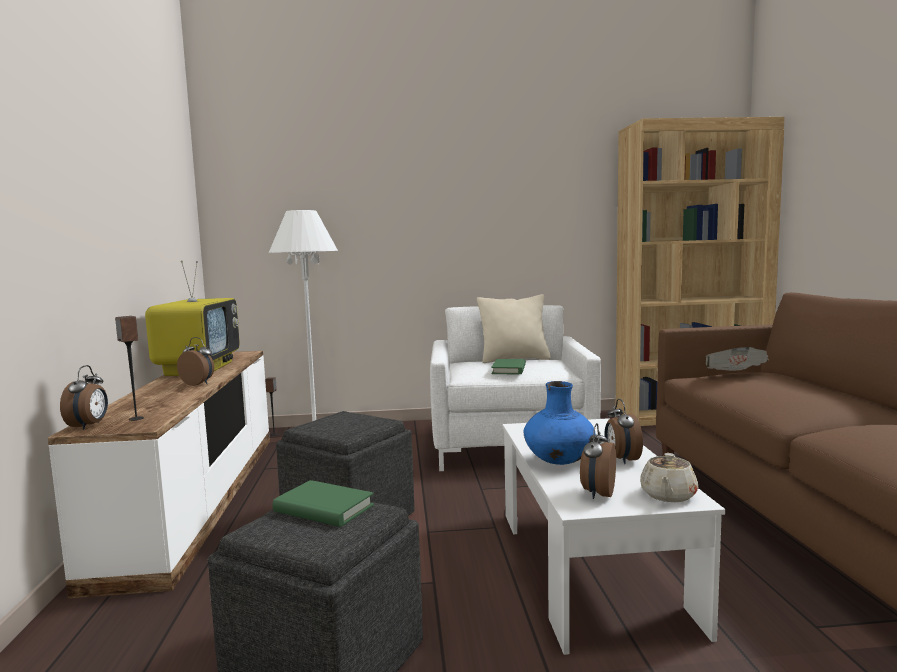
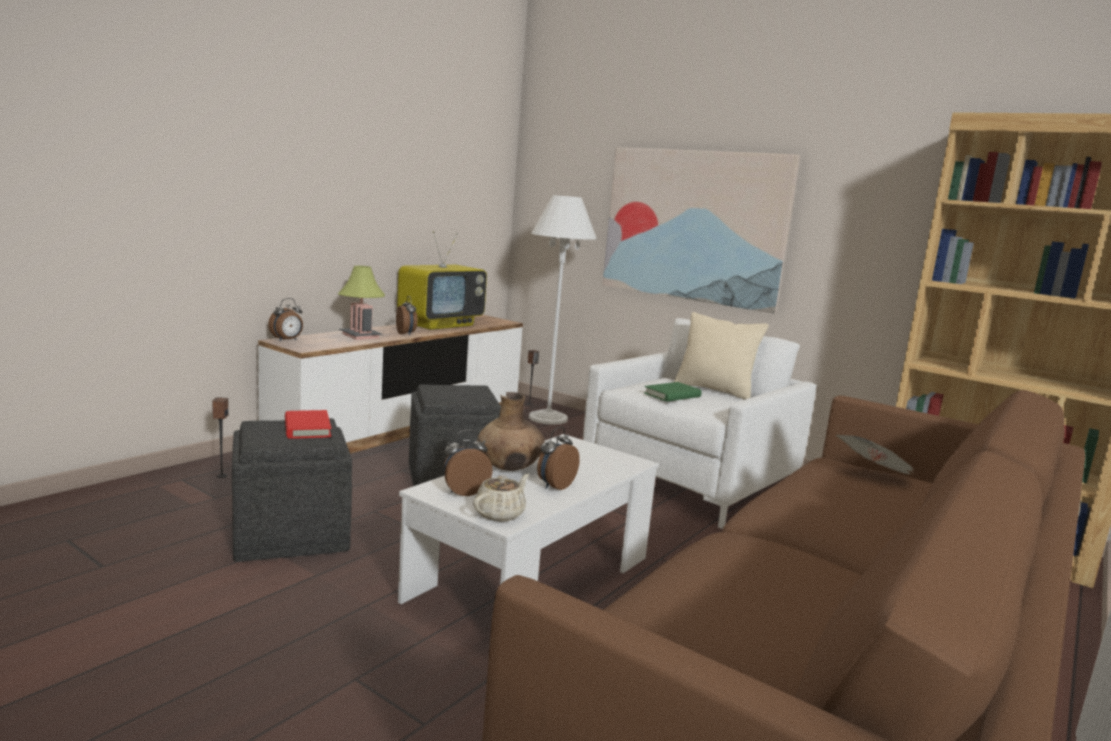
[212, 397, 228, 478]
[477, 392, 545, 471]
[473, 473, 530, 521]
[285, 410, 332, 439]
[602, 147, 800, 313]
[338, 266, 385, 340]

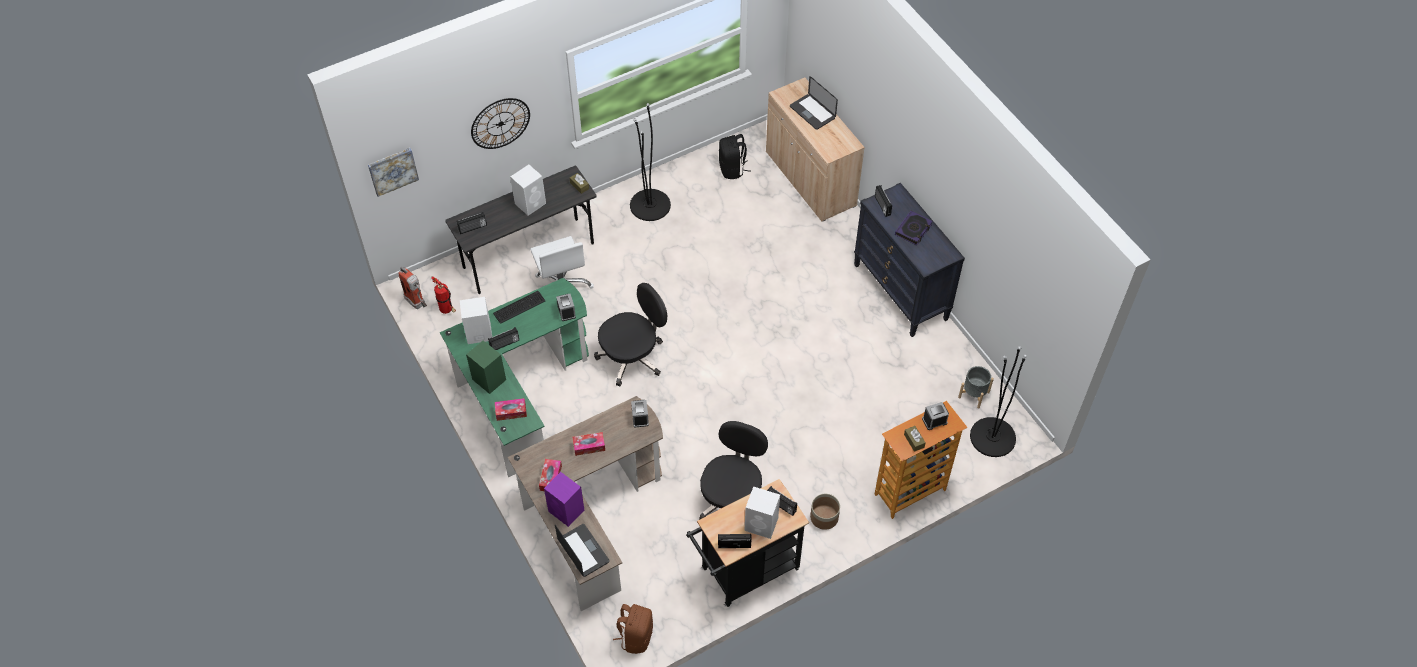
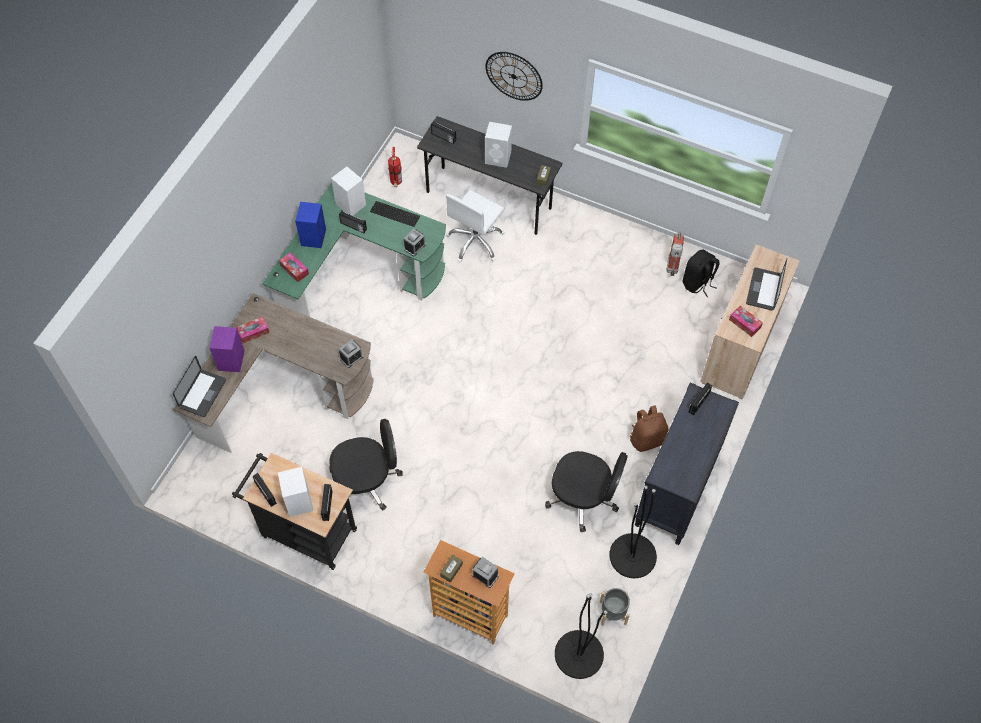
[609, 486, 657, 578]
[368, 148, 419, 197] (first image)
[895, 211, 933, 245] (first image)
[667, 232, 684, 276]
[545, 451, 628, 532]
[295, 202, 326, 248]
[729, 306, 763, 337]
[810, 494, 840, 530] (first image)
[630, 405, 669, 452]

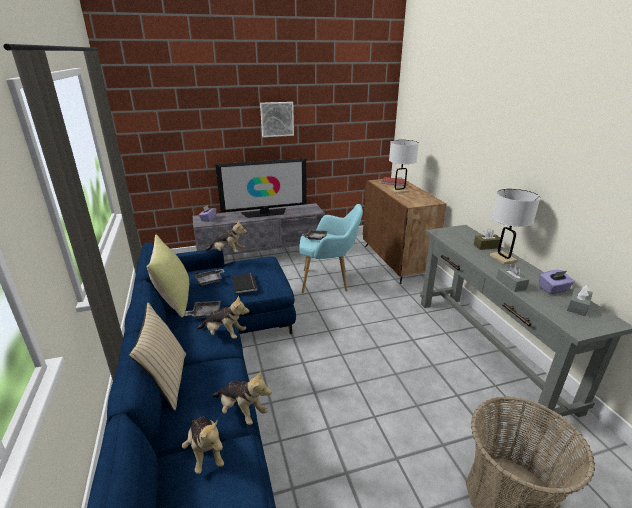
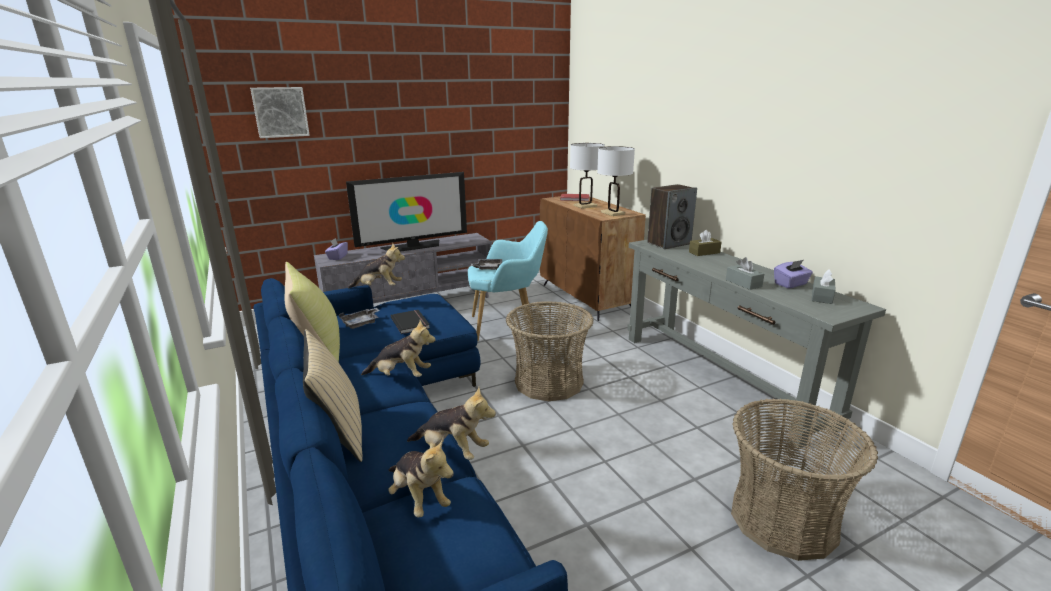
[250, 87, 310, 138]
[597, 146, 635, 216]
[185, 301, 221, 319] (first image)
[647, 184, 697, 249]
[506, 301, 593, 401]

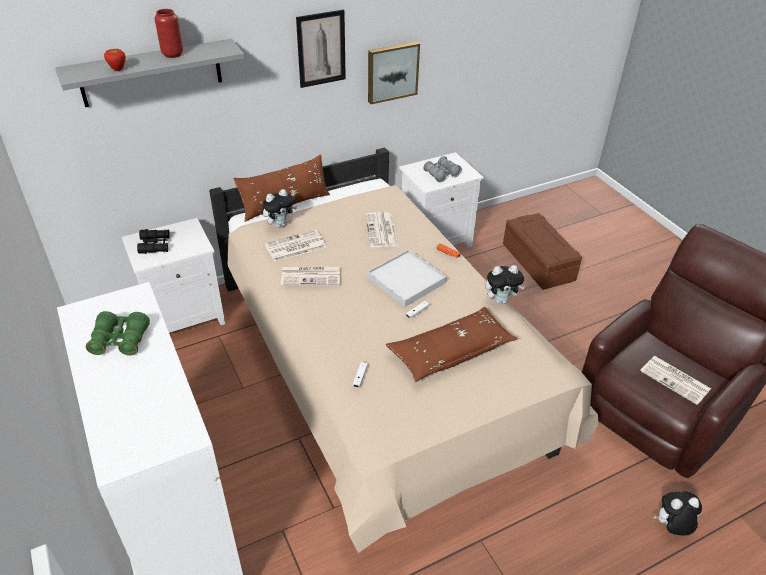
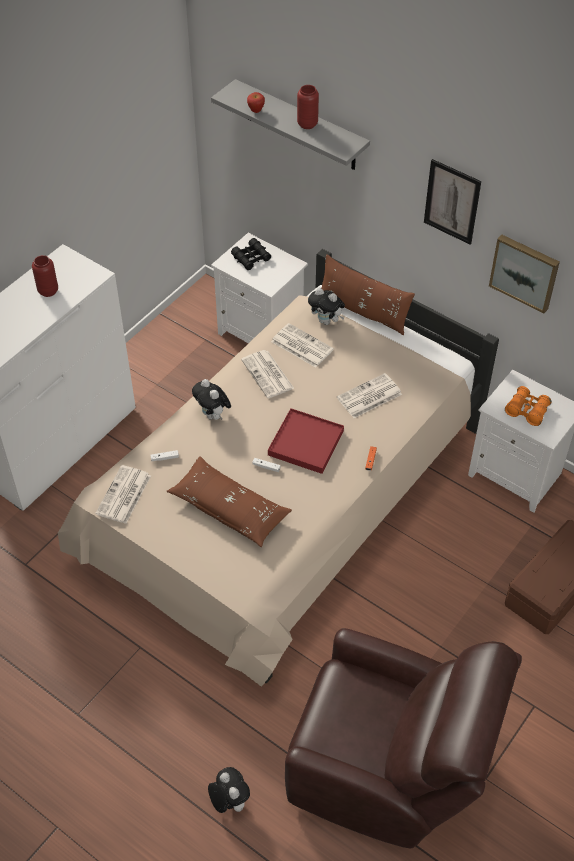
[505, 386, 552, 426]
[268, 408, 344, 474]
[192, 379, 231, 420]
[32, 255, 58, 297]
[95, 465, 151, 524]

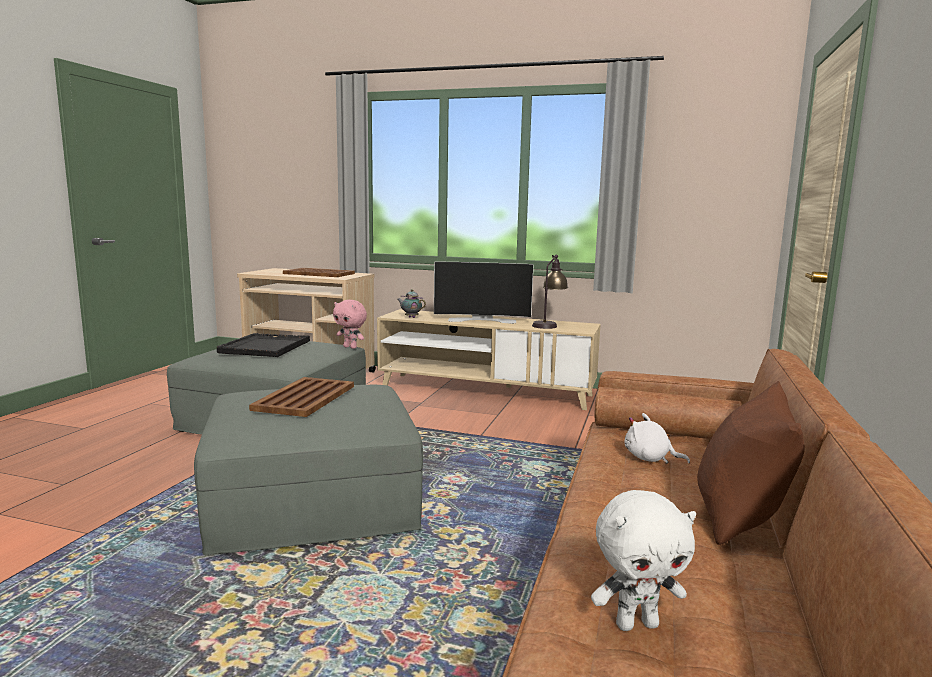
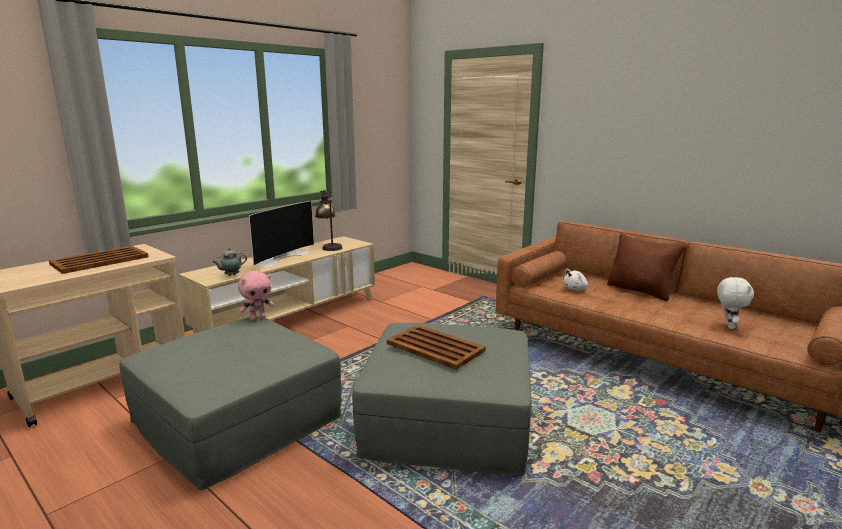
[217, 333, 310, 357] (first image)

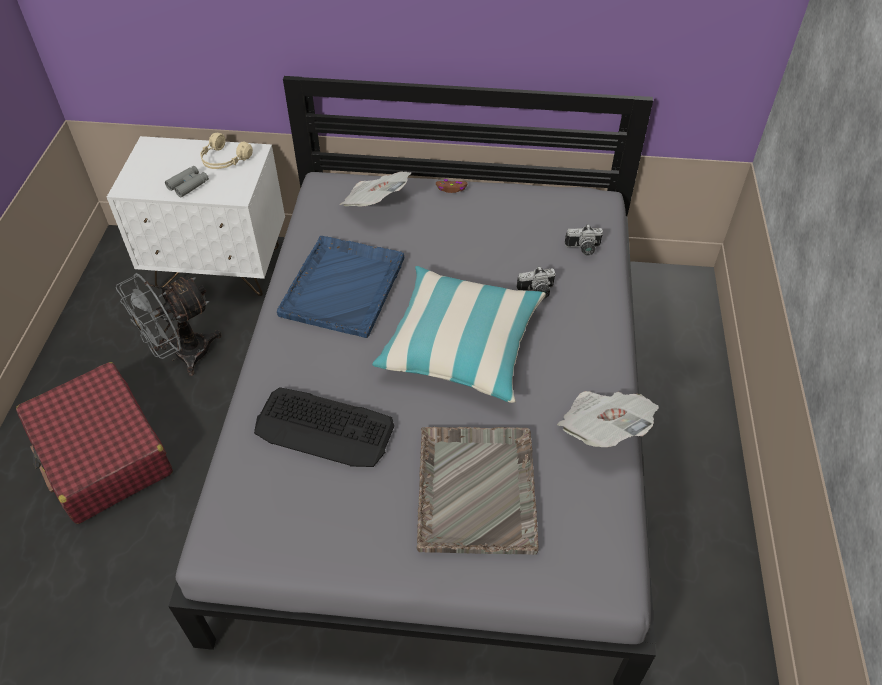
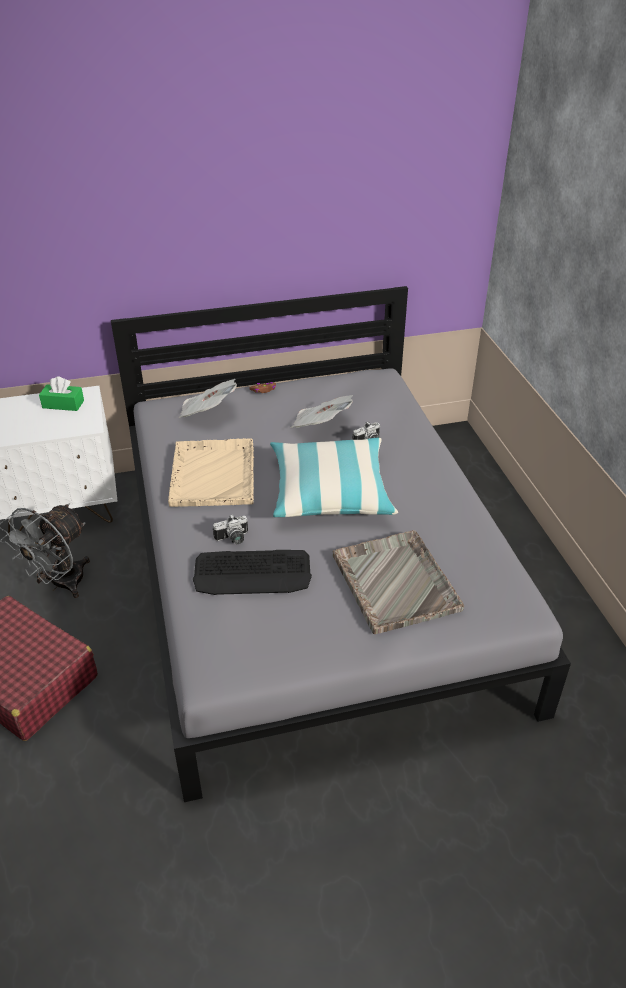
[39, 376, 84, 411]
[165, 166, 209, 197] (first image)
[213, 514, 248, 544]
[168, 438, 254, 507]
[291, 395, 353, 428]

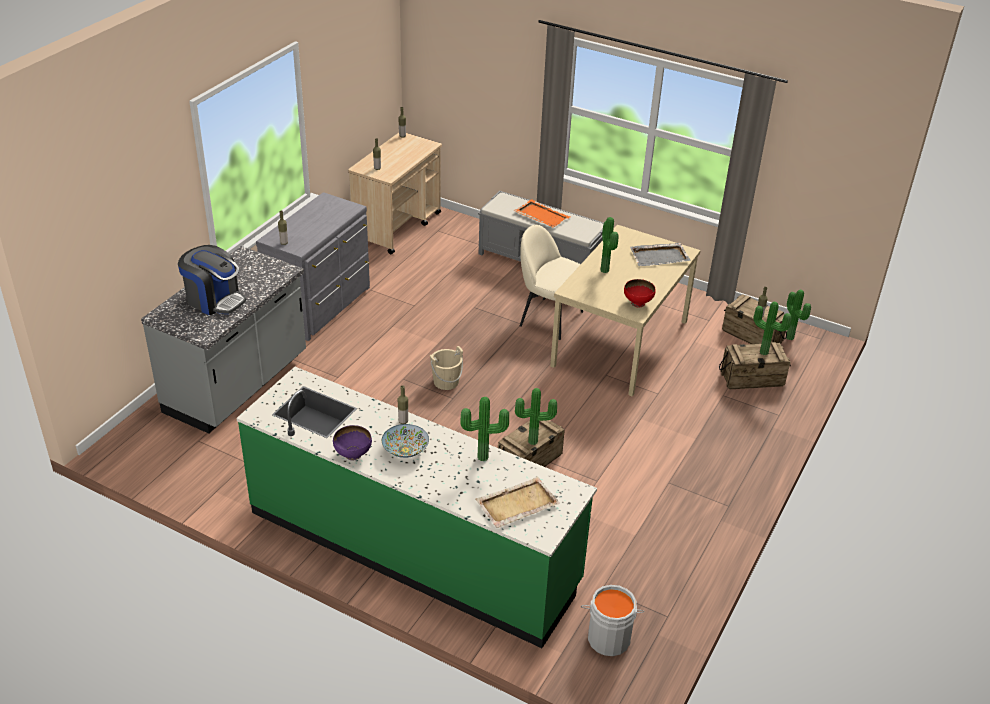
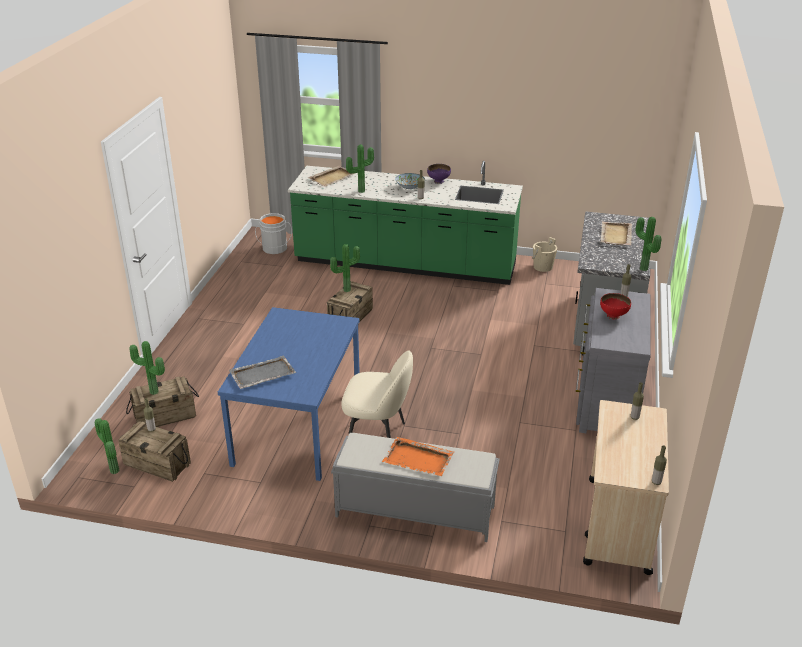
[635, 217, 662, 271]
[218, 307, 360, 481]
[601, 221, 632, 245]
[600, 293, 631, 320]
[532, 237, 557, 272]

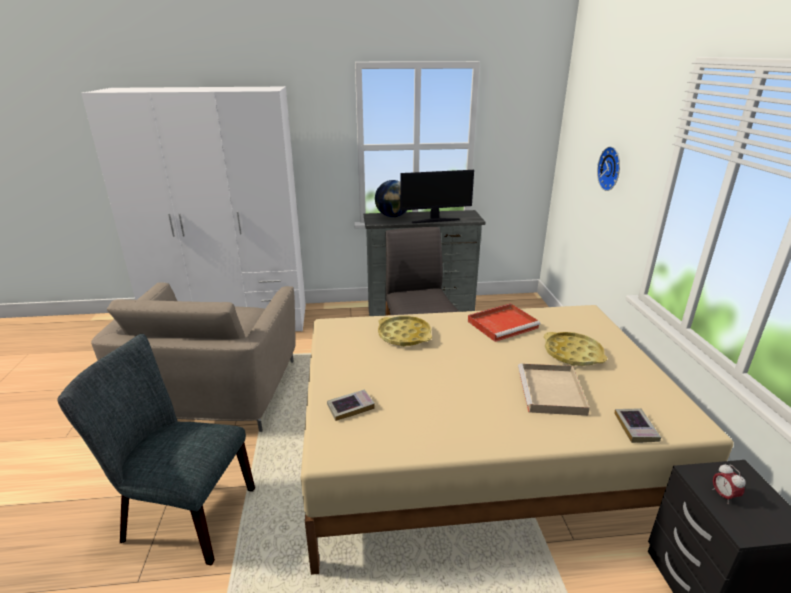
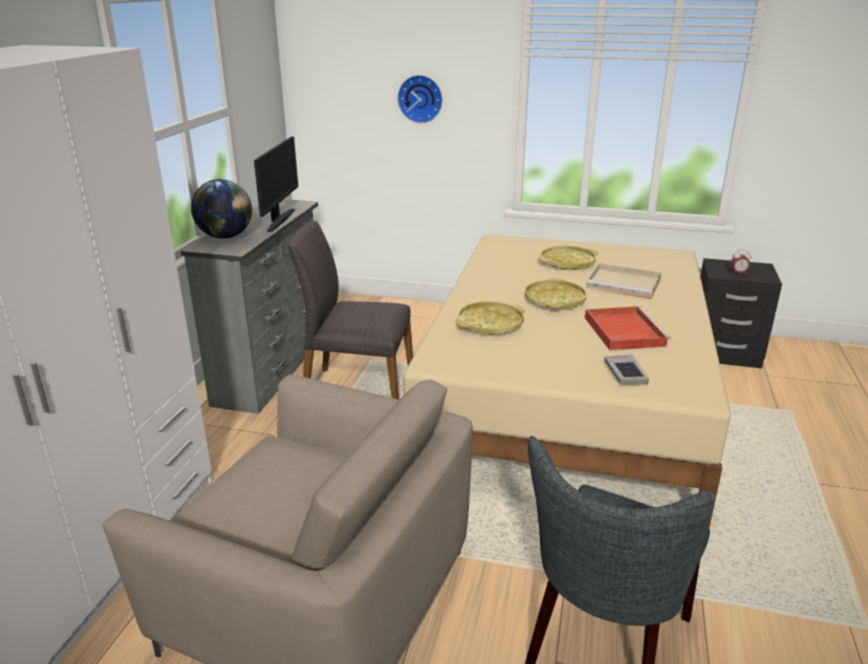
[585, 306, 670, 350]
[614, 408, 661, 443] (first image)
[525, 278, 587, 309]

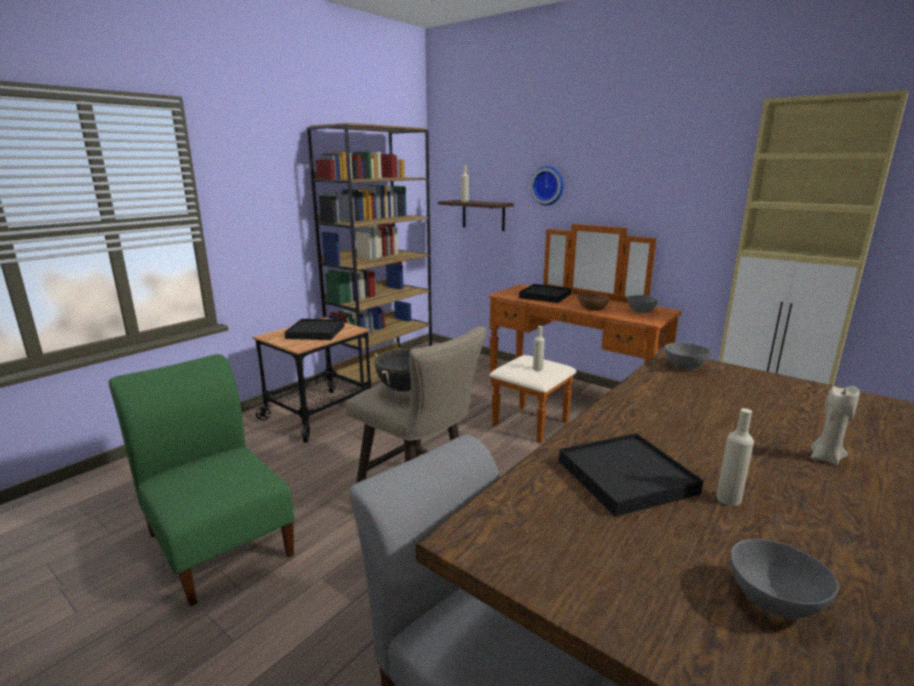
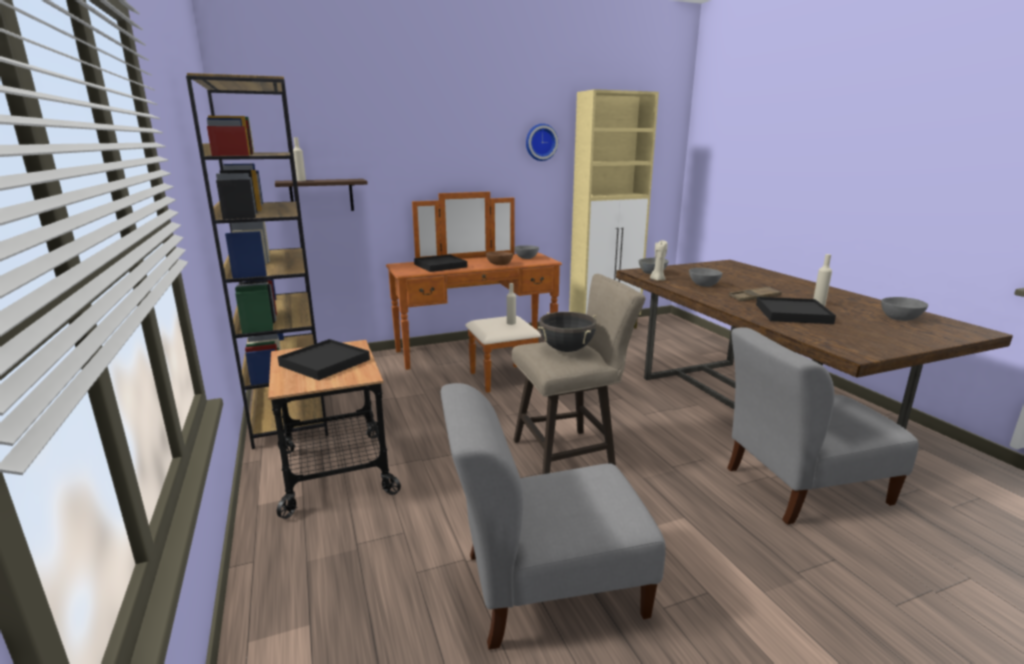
[526, 124, 558, 161]
[441, 383, 666, 650]
[650, 240, 668, 281]
[689, 268, 723, 287]
[729, 287, 782, 301]

